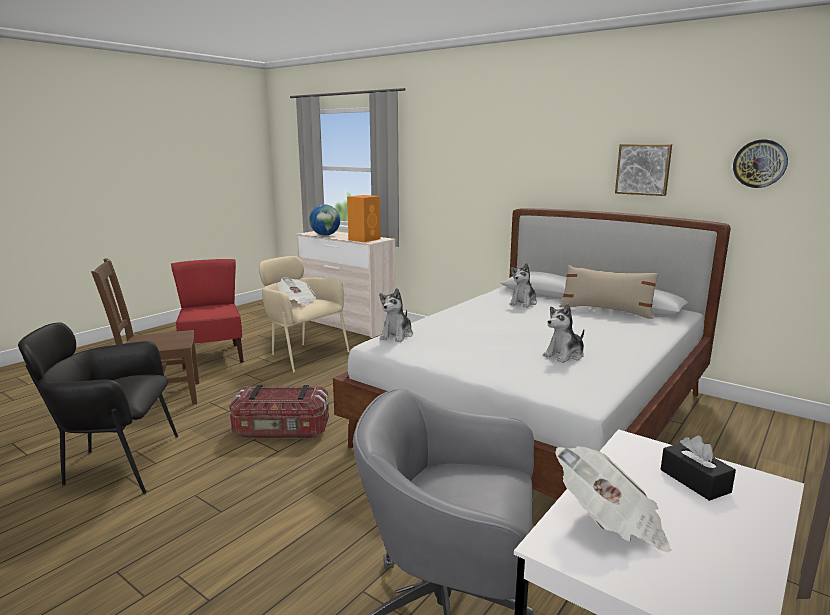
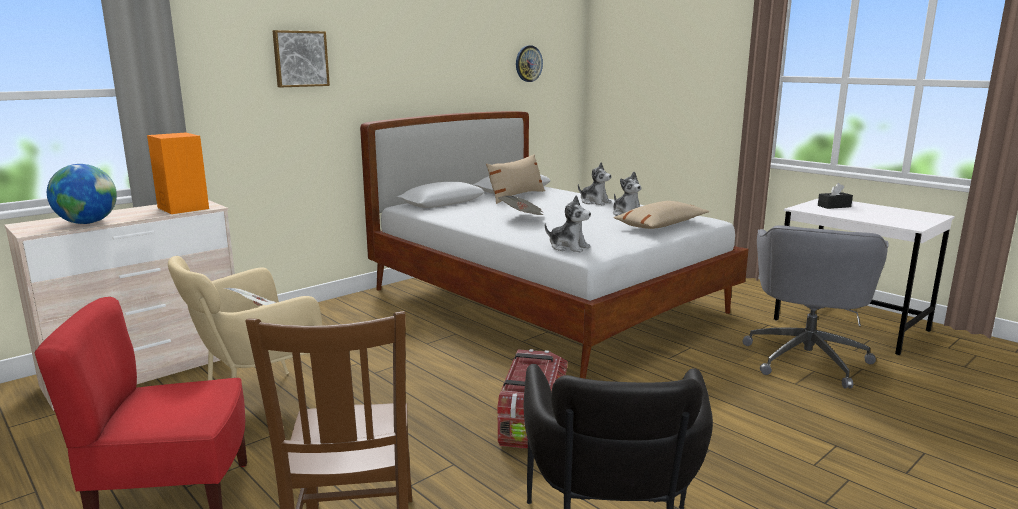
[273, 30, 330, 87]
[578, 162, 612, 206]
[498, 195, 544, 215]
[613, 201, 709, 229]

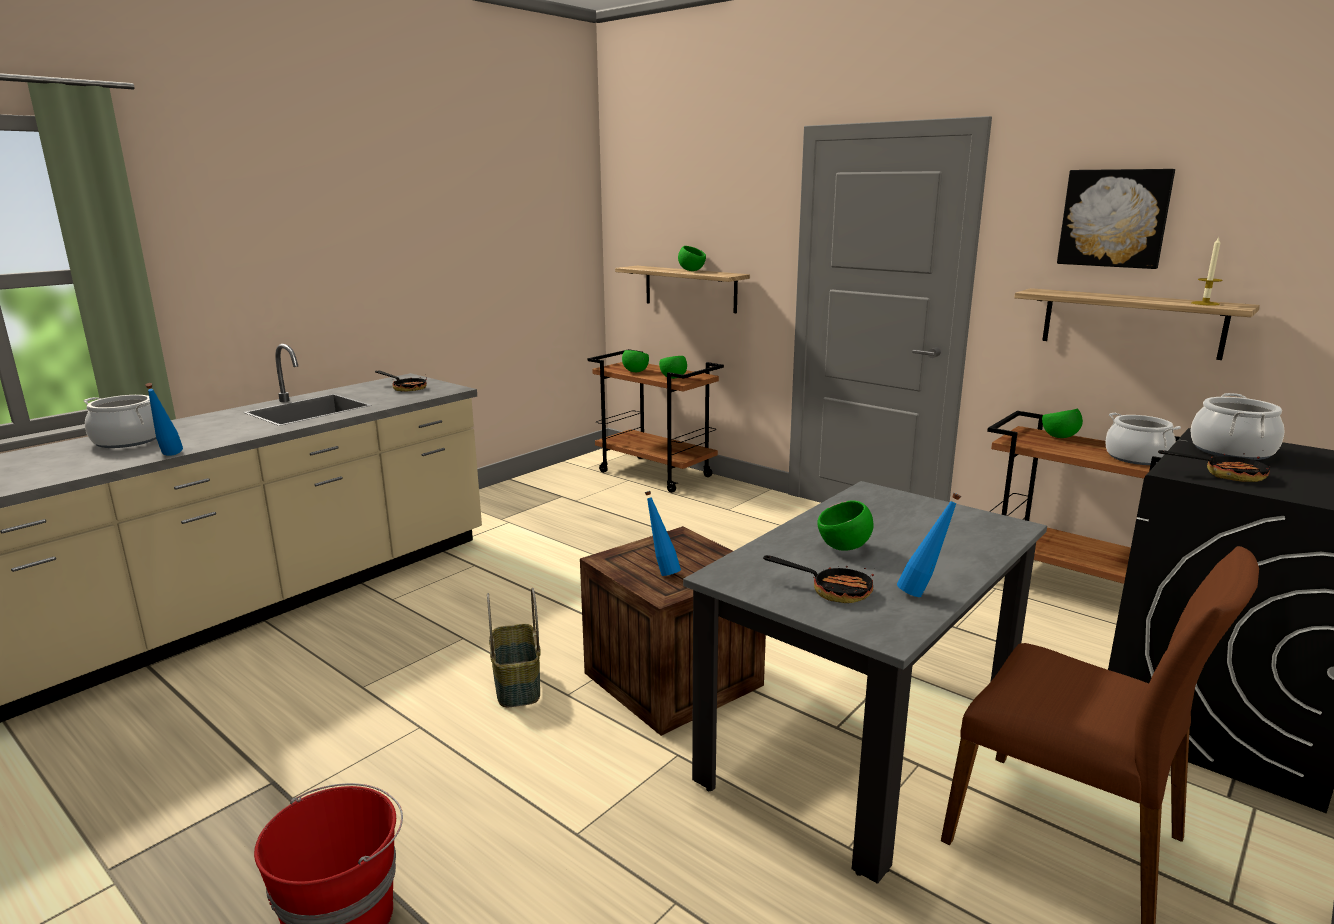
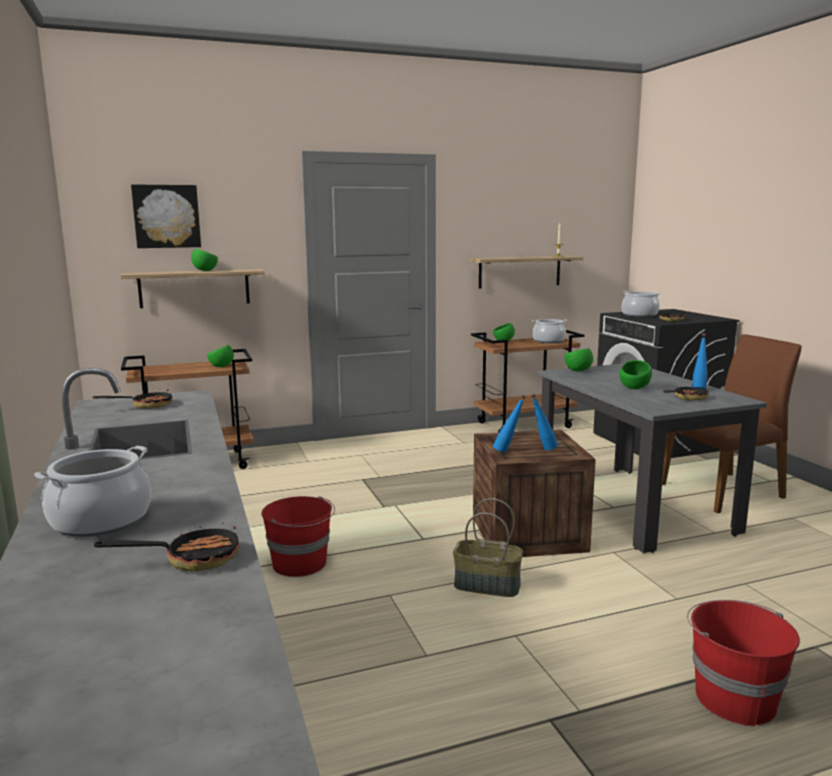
[131, 184, 201, 248]
[564, 348, 593, 372]
[493, 395, 526, 452]
[261, 496, 335, 577]
[94, 518, 239, 572]

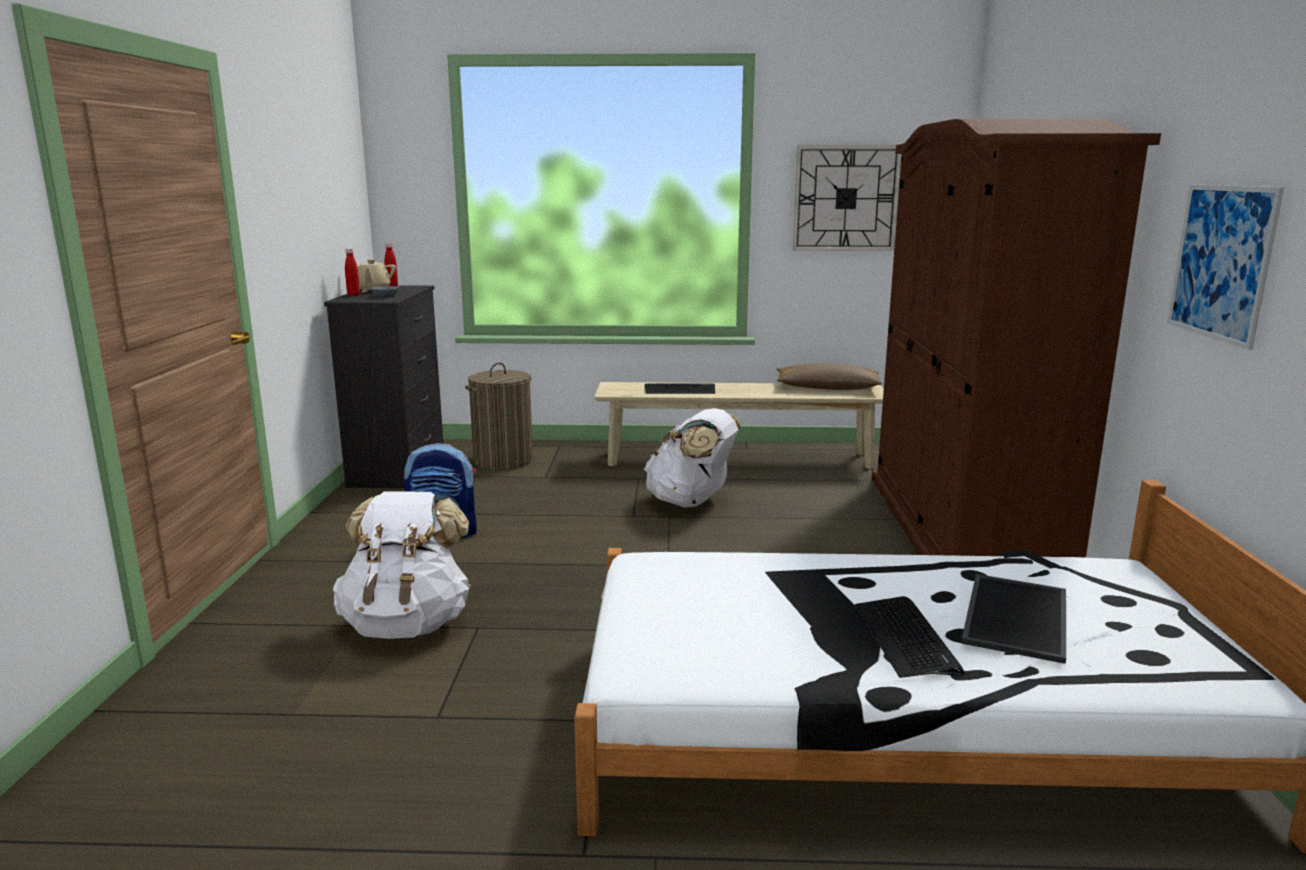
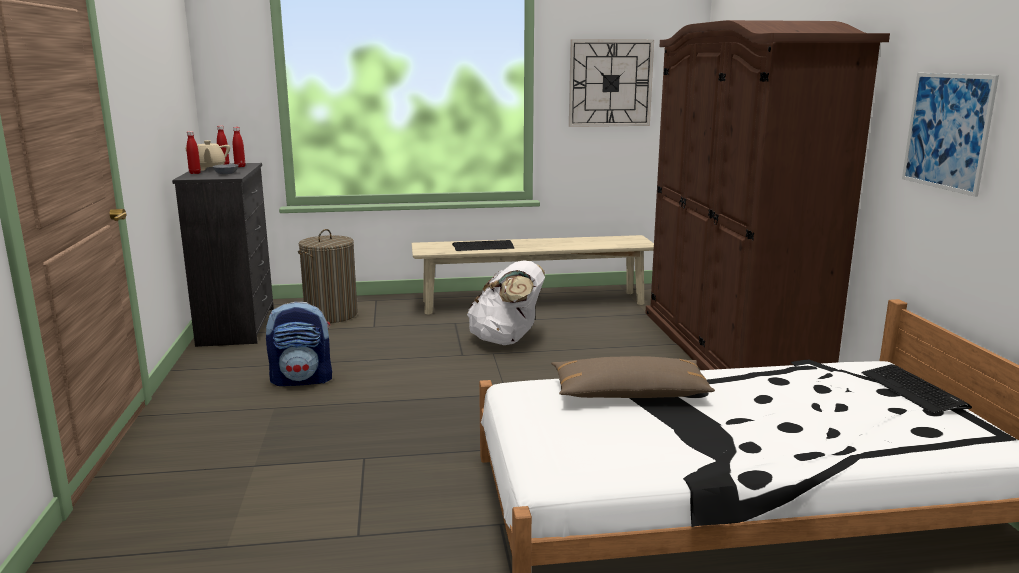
[552, 356, 715, 398]
[333, 491, 471, 639] (first image)
[961, 574, 1066, 664] (first image)
[862, 364, 972, 414]
[233, 127, 245, 167]

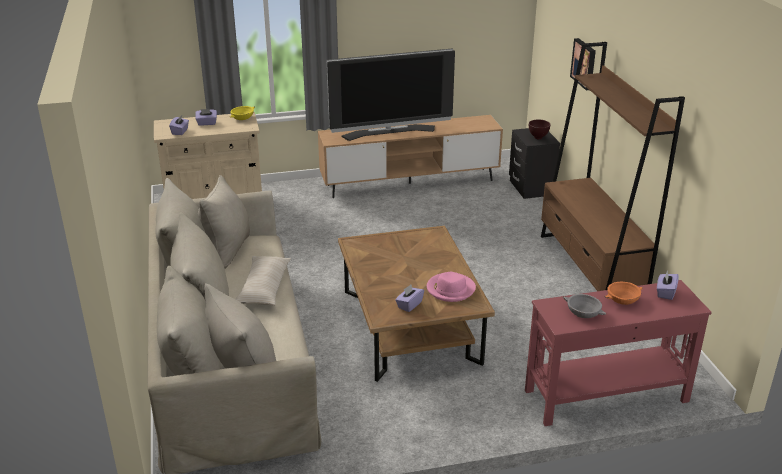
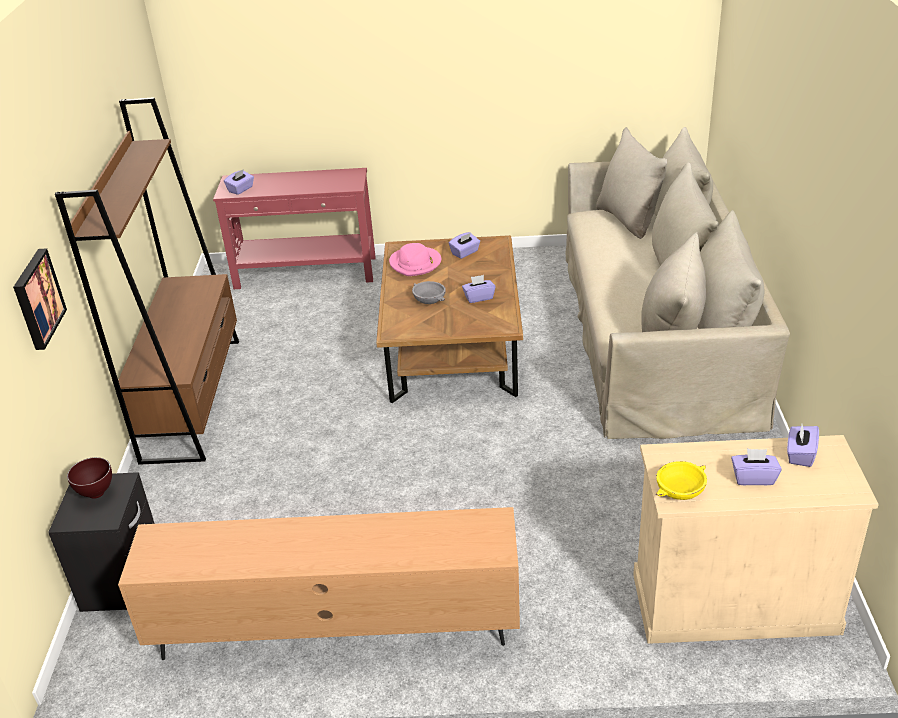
[326, 48, 455, 141] (first image)
[236, 256, 291, 306] (first image)
[605, 282, 643, 305] (first image)
[412, 281, 446, 304]
[462, 275, 496, 303]

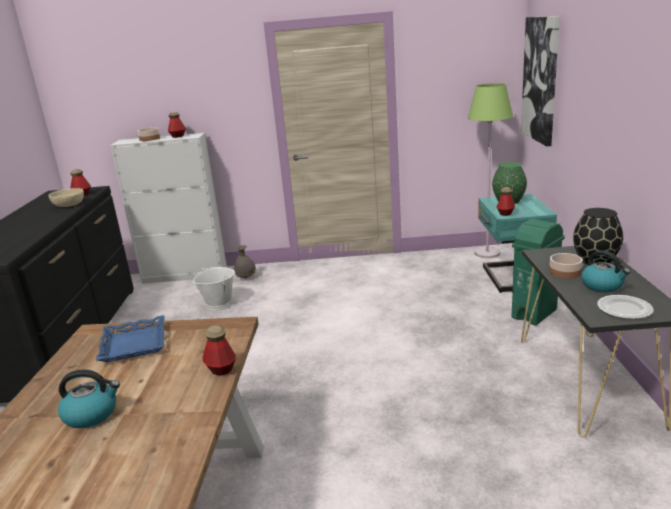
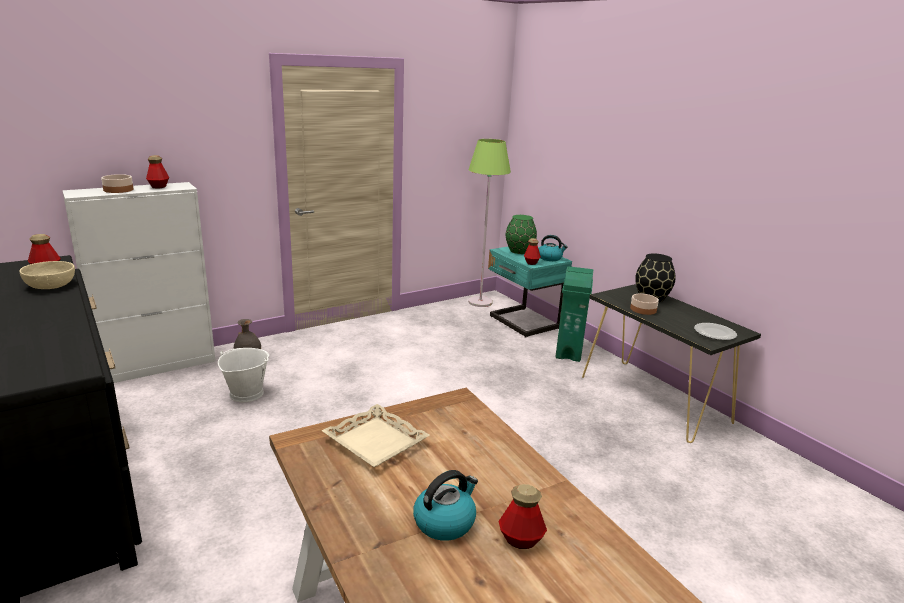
[521, 16, 560, 146] (first image)
[539, 235, 568, 261]
[321, 404, 430, 467]
[499, 484, 547, 549]

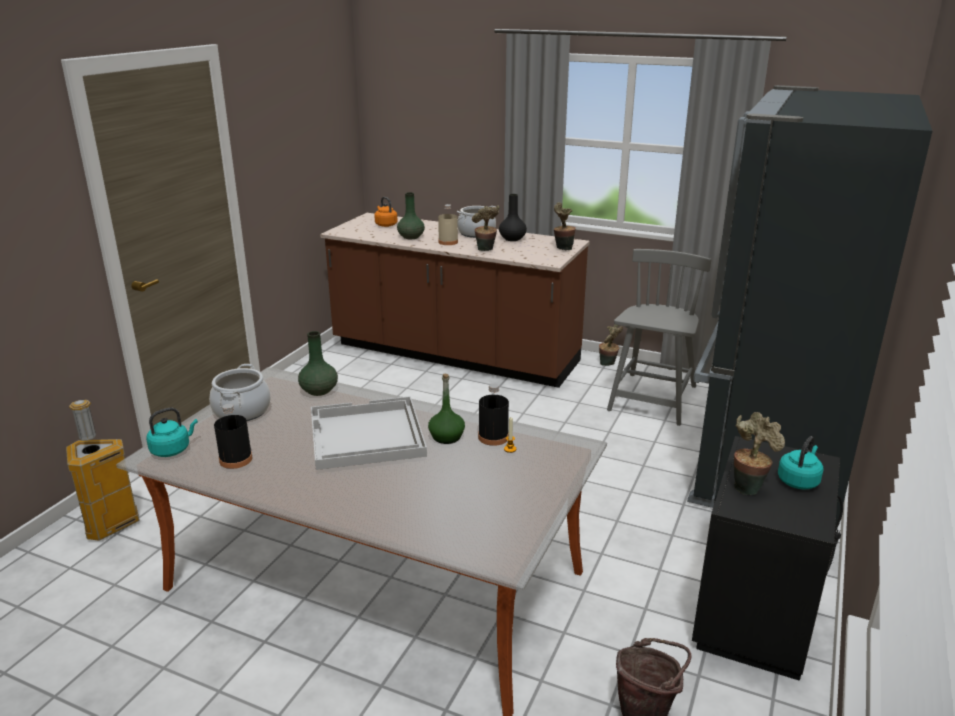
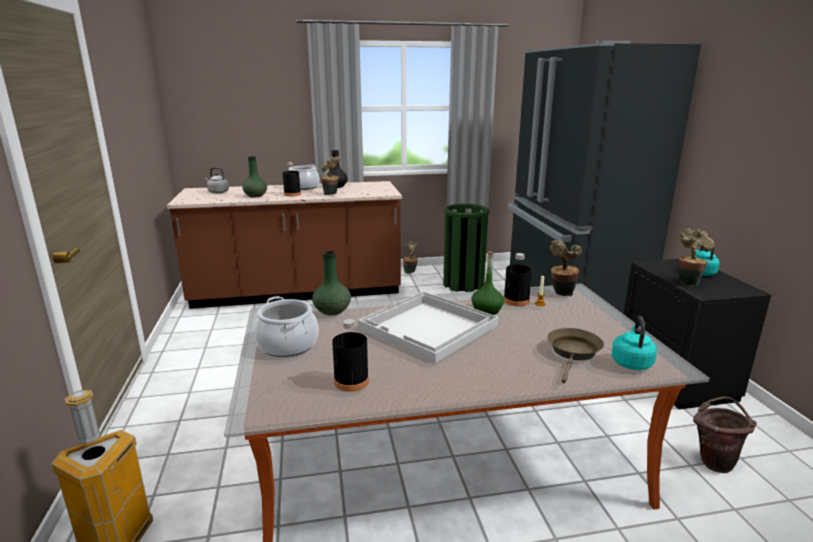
[205, 167, 229, 194]
[550, 240, 582, 296]
[283, 162, 301, 196]
[443, 203, 490, 292]
[611, 316, 657, 370]
[547, 328, 604, 383]

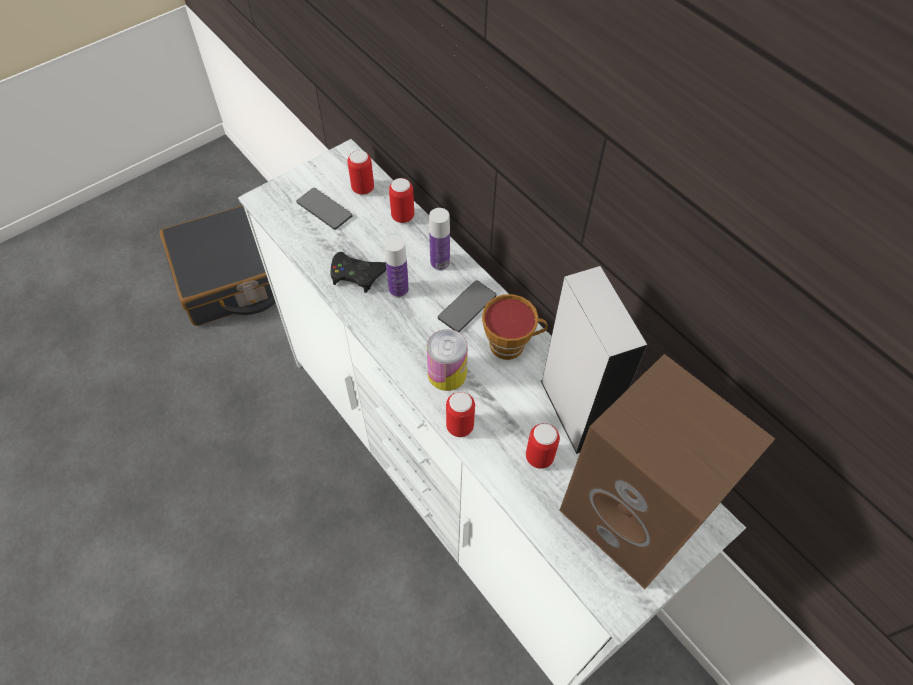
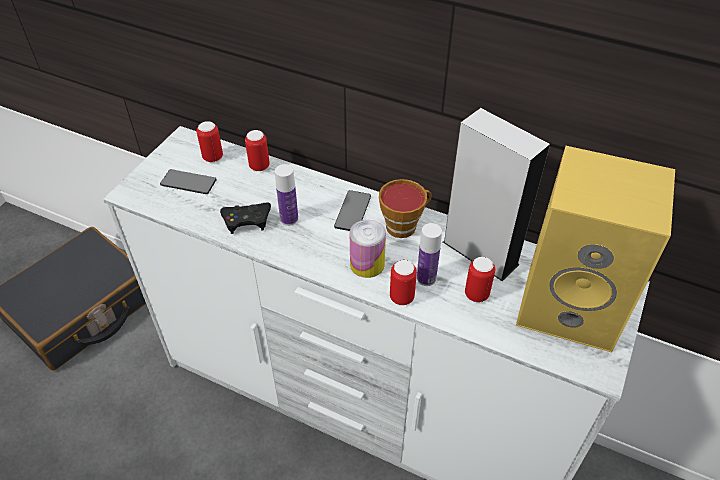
[417, 223, 442, 286]
[516, 146, 675, 353]

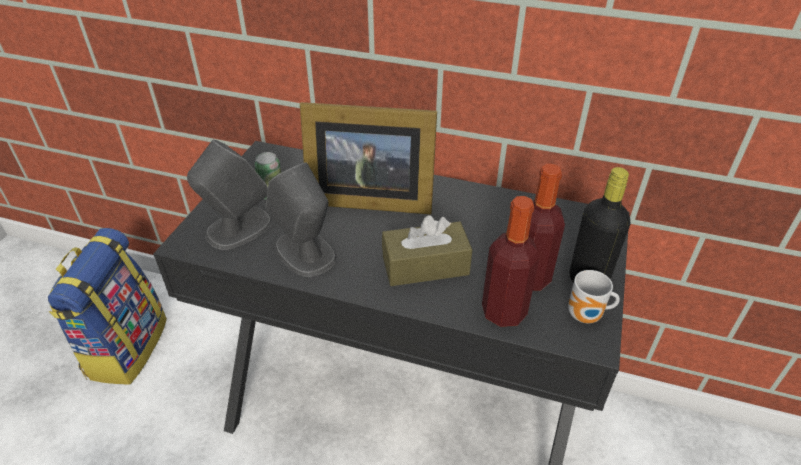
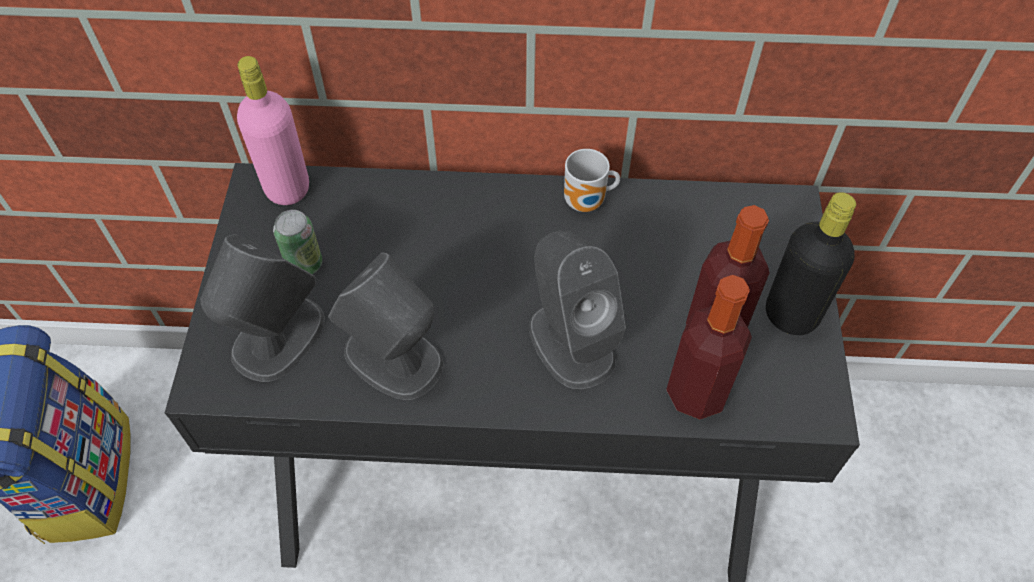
[300, 102, 437, 214] (first image)
[529, 230, 626, 389]
[564, 149, 620, 212]
[237, 56, 309, 205]

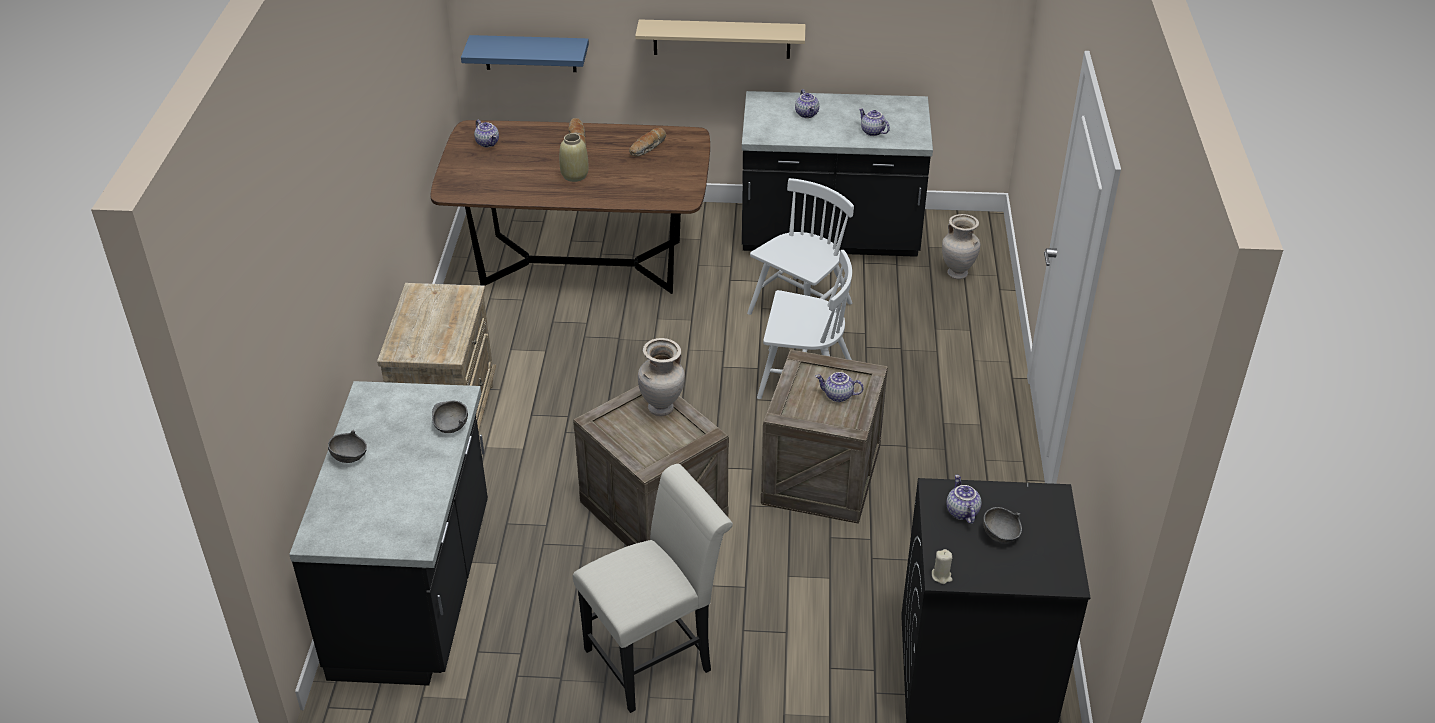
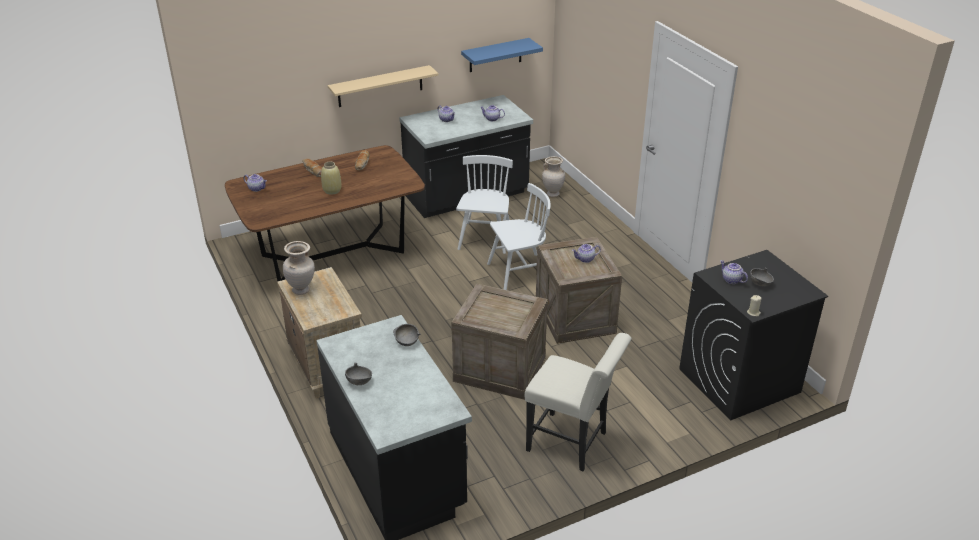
[461, 38, 543, 72]
[283, 241, 315, 295]
[525, 333, 632, 471]

